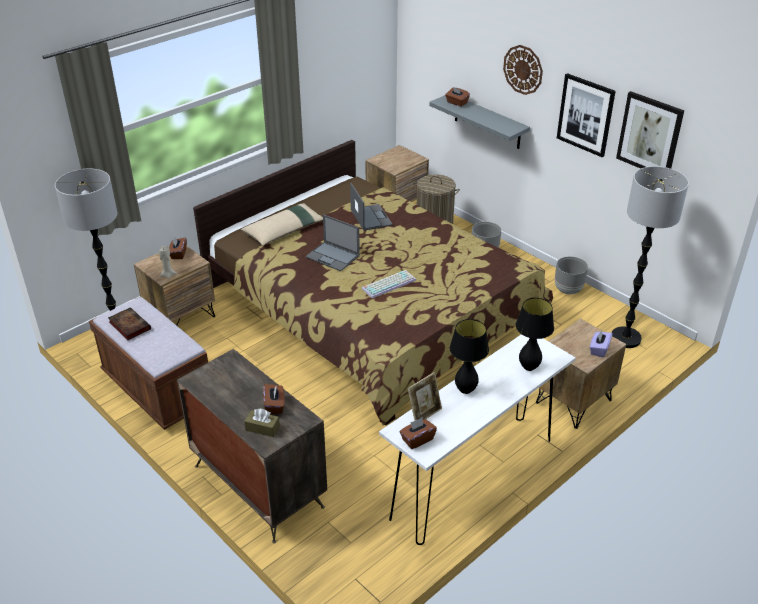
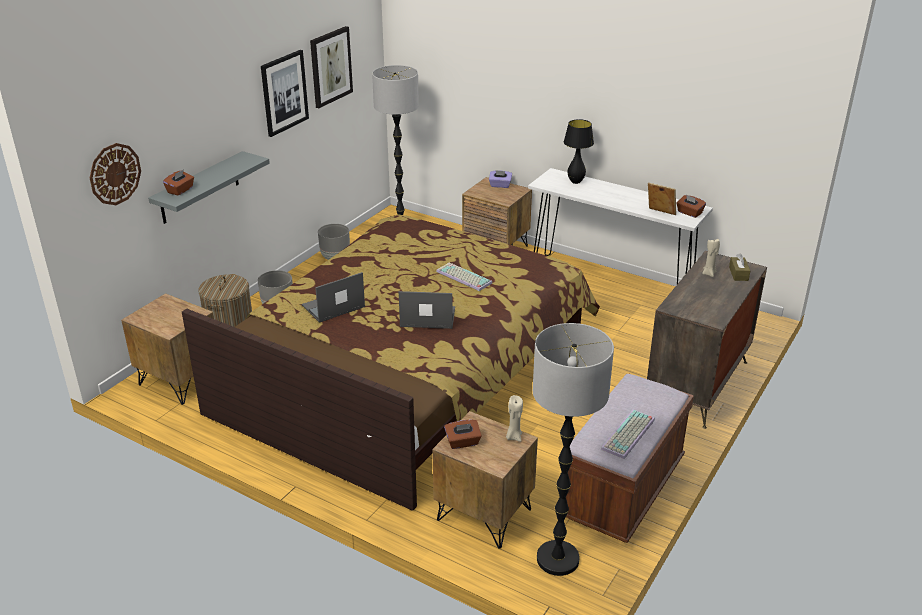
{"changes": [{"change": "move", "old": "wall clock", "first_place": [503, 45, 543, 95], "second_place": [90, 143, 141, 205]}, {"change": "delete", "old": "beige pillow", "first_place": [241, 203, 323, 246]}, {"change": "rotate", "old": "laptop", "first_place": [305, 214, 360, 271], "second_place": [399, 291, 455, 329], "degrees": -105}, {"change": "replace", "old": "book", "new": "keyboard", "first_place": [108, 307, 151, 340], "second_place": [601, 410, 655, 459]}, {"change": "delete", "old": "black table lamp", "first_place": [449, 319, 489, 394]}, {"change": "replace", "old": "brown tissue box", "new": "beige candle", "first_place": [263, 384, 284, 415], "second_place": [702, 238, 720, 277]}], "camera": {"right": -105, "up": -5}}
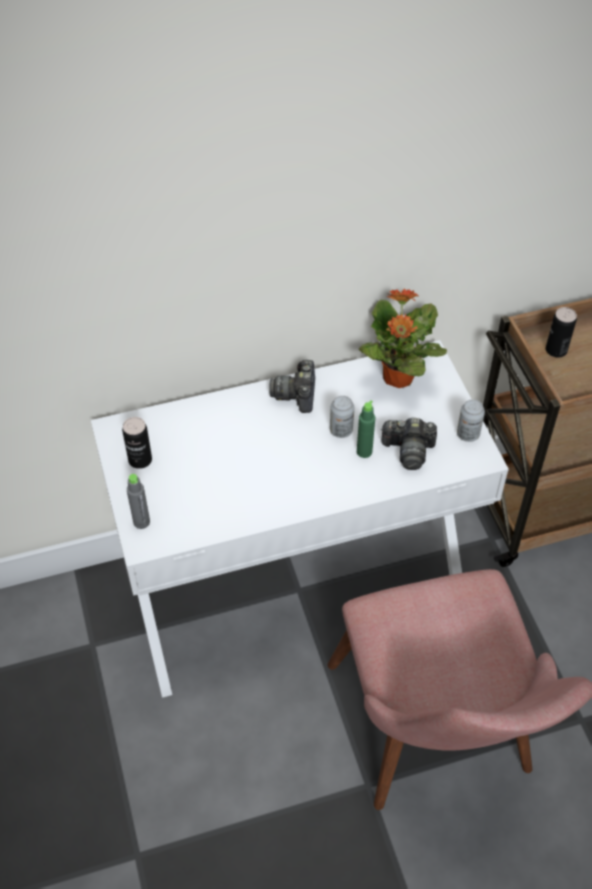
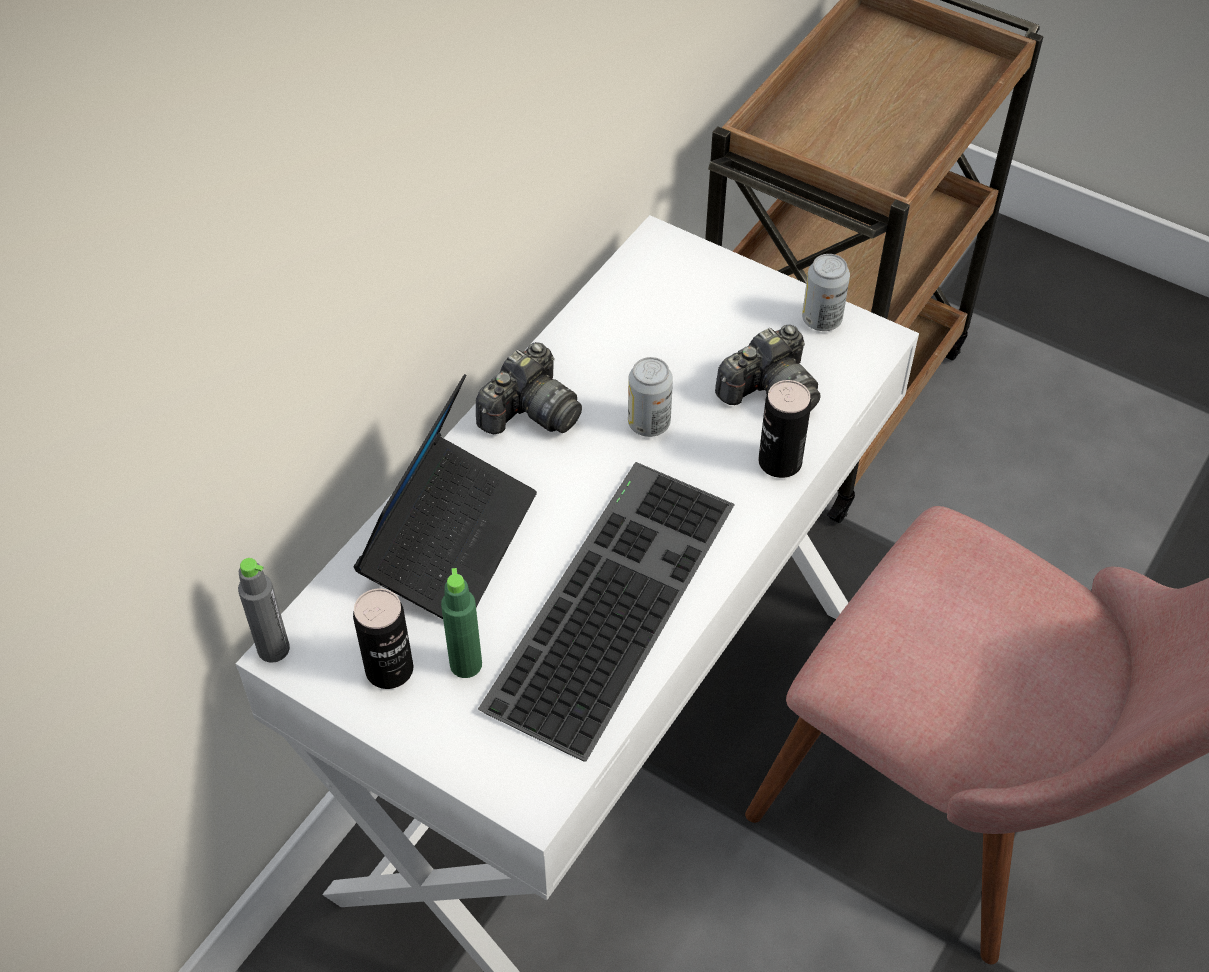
{"changes": [{"change": "delete", "old": "potted plant", "first_place": [359, 288, 447, 388]}, {"change": "move", "old": "can", "first_place": [546, 307, 577, 357], "second_place": [759, 380, 811, 478]}, {"change": "rotate", "old": "photo camera", "first_place": [269, 359, 315, 413], "second_place": [476, 342, 582, 434], "degrees": -105}, {"change": "move", "old": "green bottle", "first_place": [357, 400, 375, 458], "second_place": [441, 568, 482, 678]}, {"change": "move", "old": "grey bottle", "first_place": [127, 474, 150, 529], "second_place": [238, 558, 290, 663]}, {"change": "insert", "new": "laptop", "second_place": [353, 374, 537, 619]}, {"change": "insert", "new": "keyboard", "second_place": [478, 462, 735, 762]}], "camera": {"right": -40, "up": 0}}
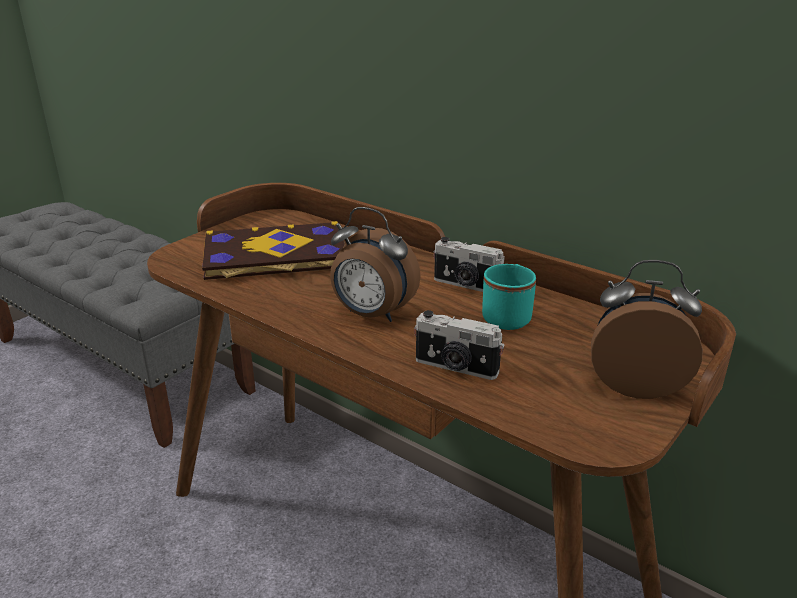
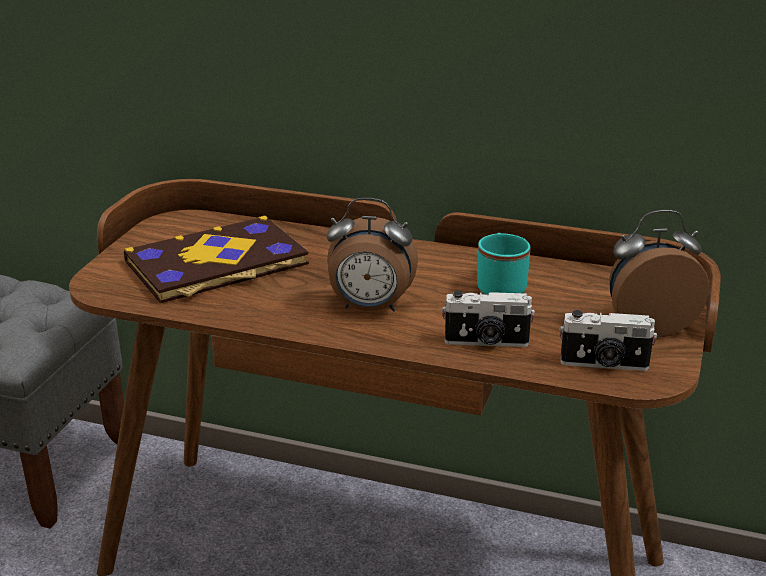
{"changes": [{"change": "move", "old": "photo camera", "first_place": [434, 237, 505, 292], "second_place": [560, 310, 657, 371]}], "camera": {"right": -20, "up": 0}}
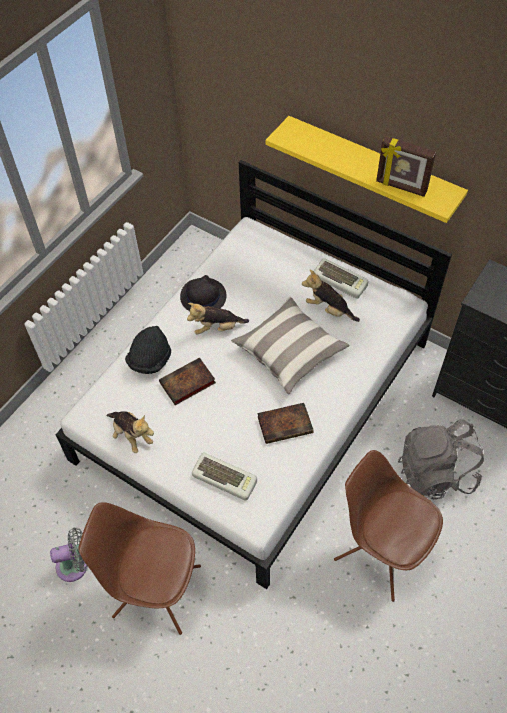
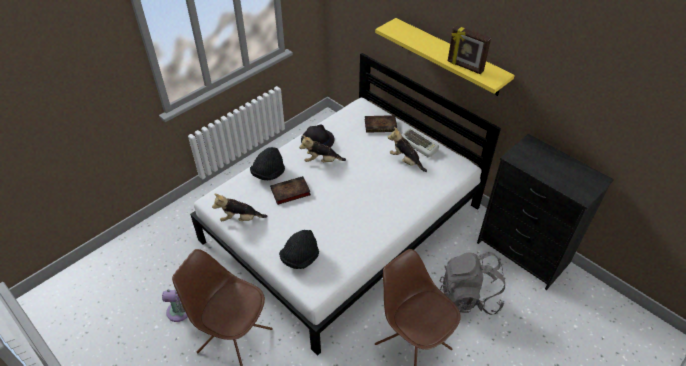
{"changes": [{"change": "delete", "old": "pillow", "first_place": [231, 297, 350, 394]}, {"change": "move", "old": "book", "first_place": [257, 403, 314, 444], "second_place": [365, 115, 398, 133]}, {"change": "rotate", "old": "plush toy", "first_place": [106, 411, 154, 453], "second_place": [212, 194, 267, 221], "degrees": 120}, {"change": "replace", "old": "keyboard", "new": "black hat", "first_place": [192, 453, 257, 500], "second_place": [279, 230, 319, 269]}], "camera": {"right": 10, "up": -10}}
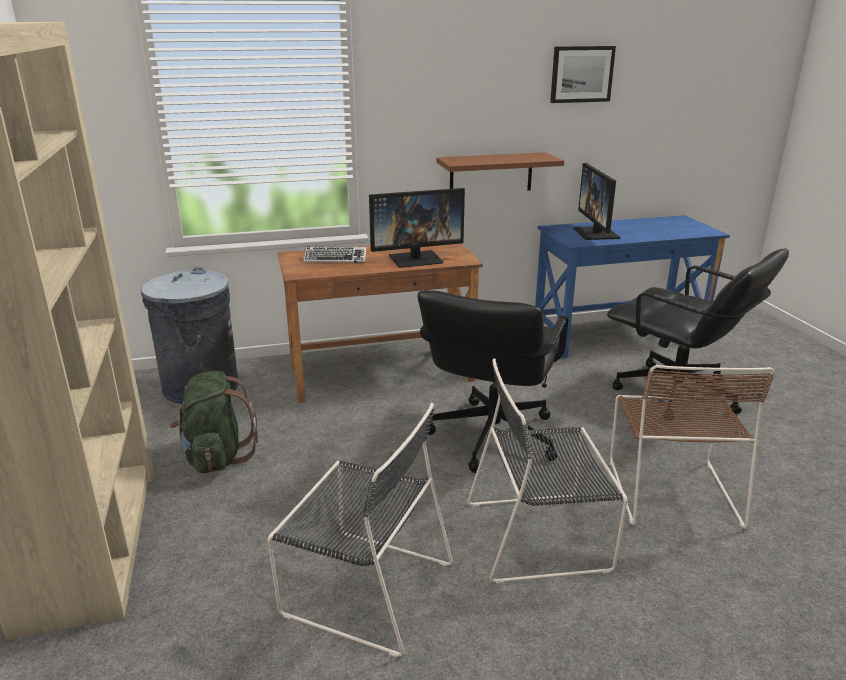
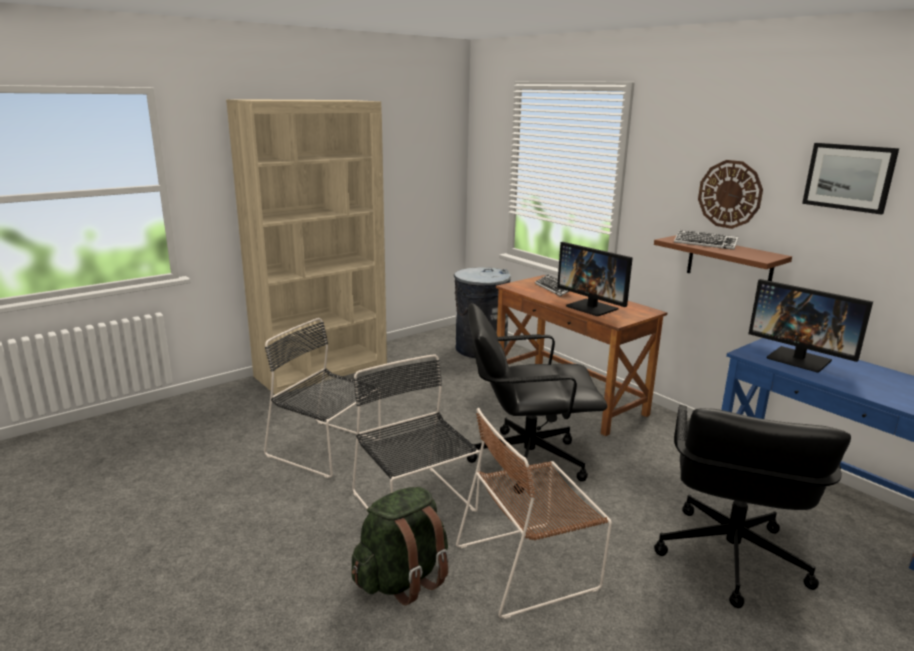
{"changes": [{"change": "rotate", "old": "monitor", "first_place": [573, 163, 620, 240], "second_place": [748, 279, 873, 372], "degrees": -105}, {"change": "move", "old": "green backpack", "first_place": [170, 371, 258, 474], "second_place": [352, 487, 449, 605]}, {"change": "rotate", "old": "black chair", "first_place": [268, 403, 453, 657], "second_place": [264, 318, 381, 478], "degrees": 120}, {"change": "insert", "new": "wall clock", "second_place": [698, 160, 763, 229]}, {"change": "insert", "new": "keyboard", "second_place": [674, 230, 739, 250]}], "camera": {"right": 65, "up": -5}}
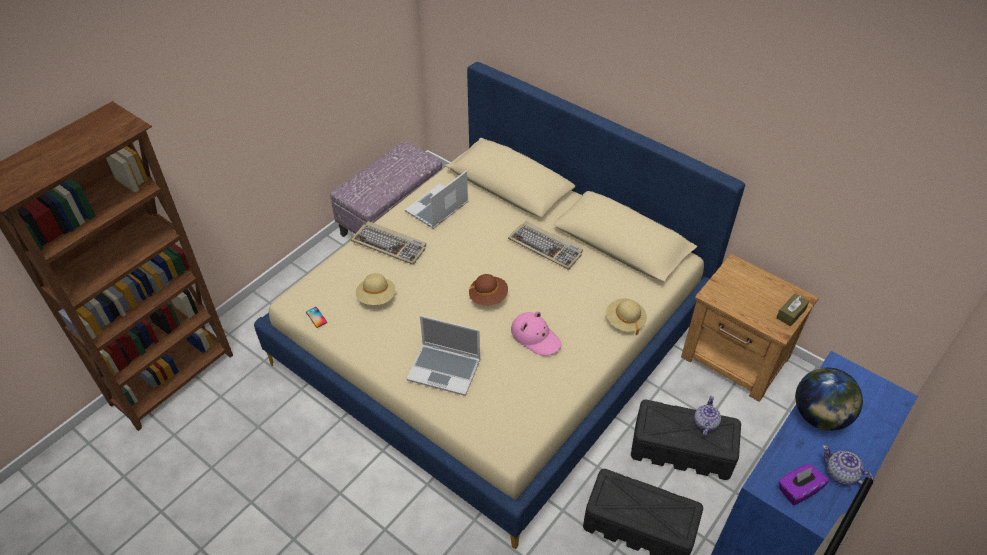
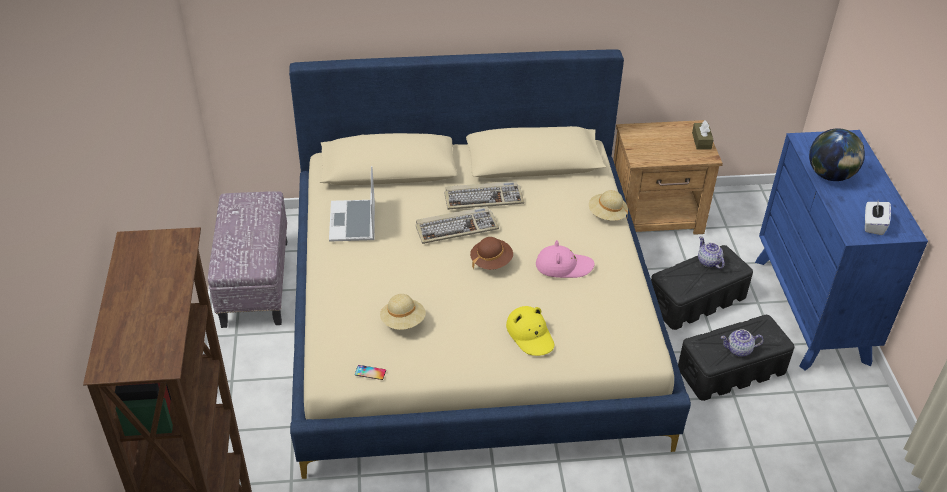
{"changes": [{"change": "move", "old": "keyboard", "first_place": [351, 221, 426, 265], "second_place": [415, 207, 499, 244]}, {"change": "replace", "old": "laptop", "new": "yellow hat", "first_place": [407, 315, 480, 396], "second_place": [506, 306, 554, 356]}, {"change": "move", "old": "teapot", "first_place": [822, 445, 874, 486], "second_place": [721, 329, 764, 357]}, {"change": "recolor", "old": "purple tissue box", "new": "white tissue box", "first_place": [778, 464, 829, 505], "second_place": [865, 202, 891, 235]}], "camera": {"right": -45, "up": -5}}
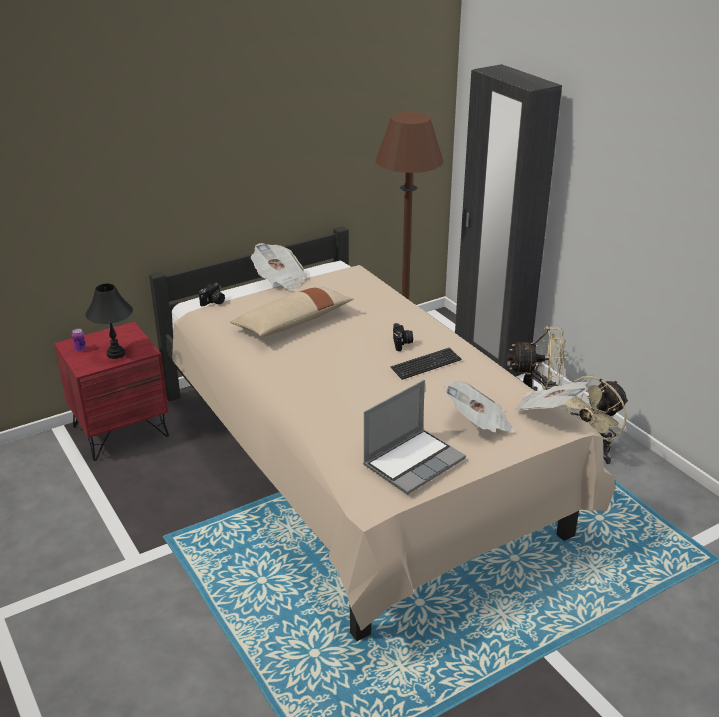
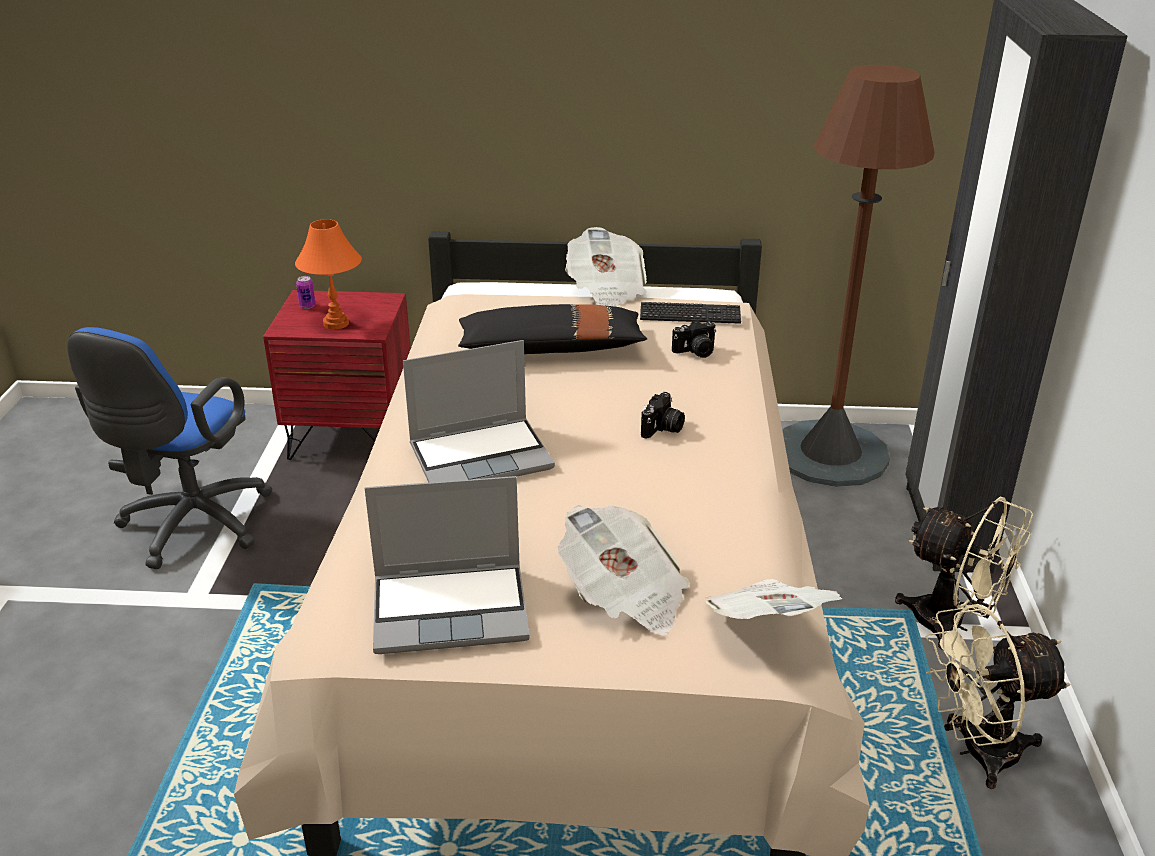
{"changes": [{"change": "recolor", "old": "black table lamp", "new": "orange table lamp", "first_place": [85, 283, 133, 359], "second_place": [295, 219, 362, 330]}, {"change": "move", "old": "photo camera", "first_place": [199, 283, 225, 307], "second_place": [672, 319, 716, 358]}, {"change": "recolor", "old": "beige pillow", "new": "black pillow", "first_place": [230, 286, 354, 336], "second_place": [458, 304, 648, 354]}, {"change": "move", "old": "keyboard", "first_place": [391, 348, 462, 380], "second_place": [640, 302, 741, 324]}, {"change": "insert", "new": "blue office chair", "second_place": [67, 327, 273, 569]}, {"change": "insert", "new": "laptop", "second_place": [403, 340, 555, 483]}], "camera": {"right": 35, "up": 0}}
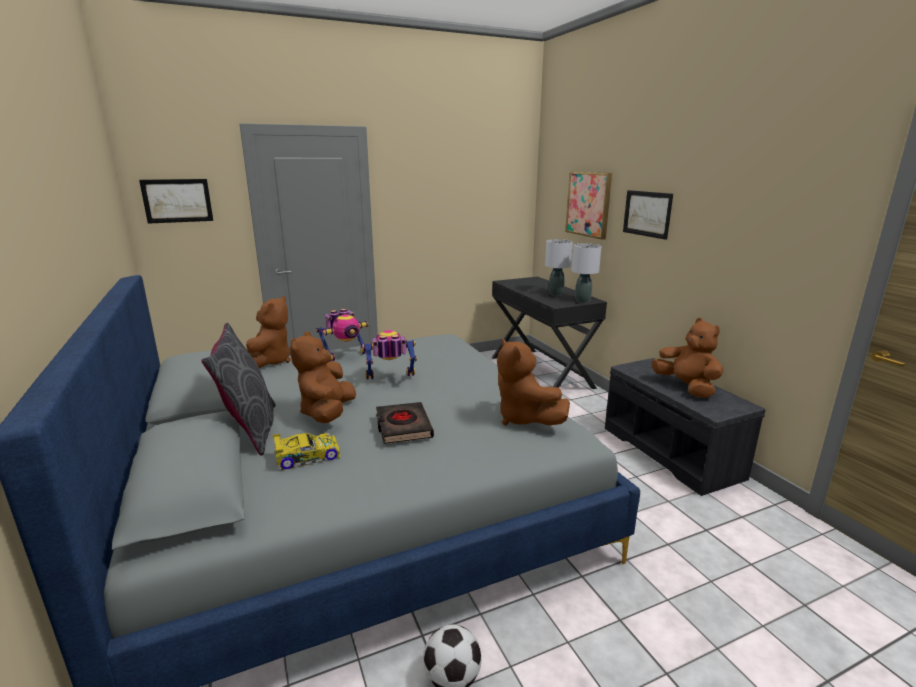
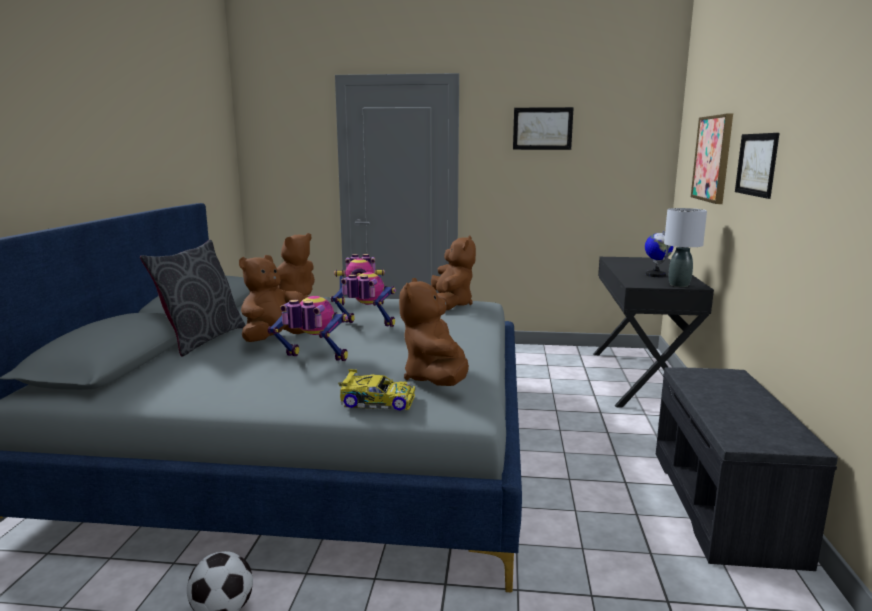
{"changes": [{"change": "move", "old": "picture", "first_place": [139, 179, 213, 224], "second_place": [513, 107, 574, 150]}, {"change": "replace", "old": "grey table lamp", "new": "globe", "first_place": [545, 239, 573, 296], "second_place": [645, 230, 673, 277]}, {"change": "move", "old": "brown plush toy", "first_place": [651, 318, 723, 398], "second_place": [431, 235, 476, 310]}, {"change": "replace", "old": "black book", "new": "toy robot", "first_place": [376, 402, 434, 444], "second_place": [268, 296, 348, 361]}, {"change": "move", "old": "toy car", "first_place": [272, 433, 340, 470], "second_place": [338, 369, 415, 410]}], "camera": {"right": 30, "up": -5}}
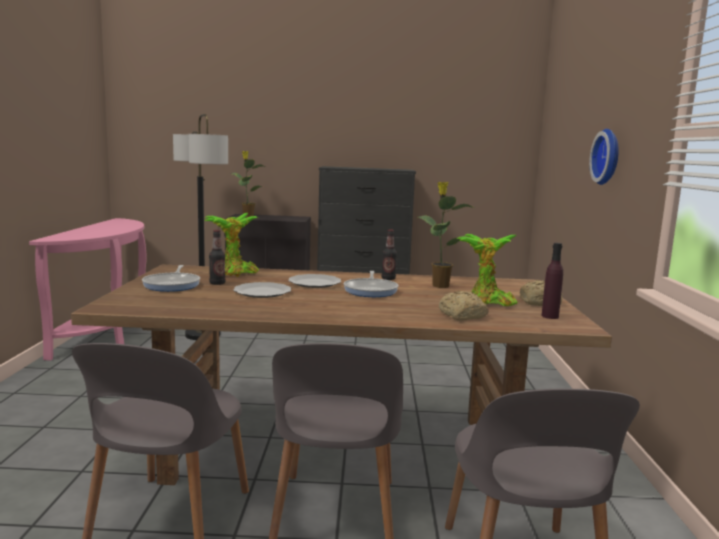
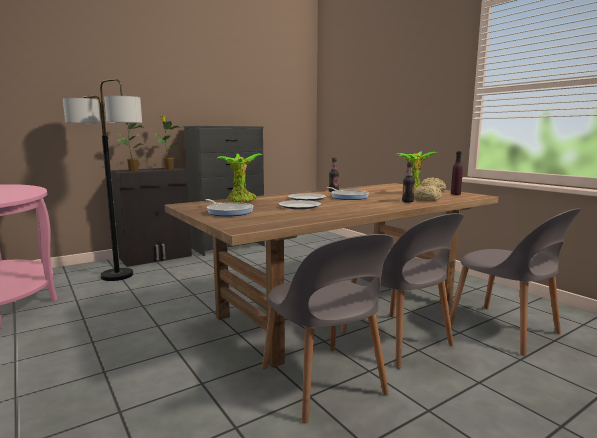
{"changes": [{"change": "delete", "old": "wall clock", "first_place": [589, 129, 619, 185]}, {"change": "move", "old": "potted plant", "first_place": [418, 182, 474, 288], "second_place": [153, 115, 181, 170]}, {"change": "move", "old": "bottle", "first_place": [209, 230, 226, 285], "second_place": [402, 162, 415, 203]}], "camera": {"right": -35, "up": 0}}
